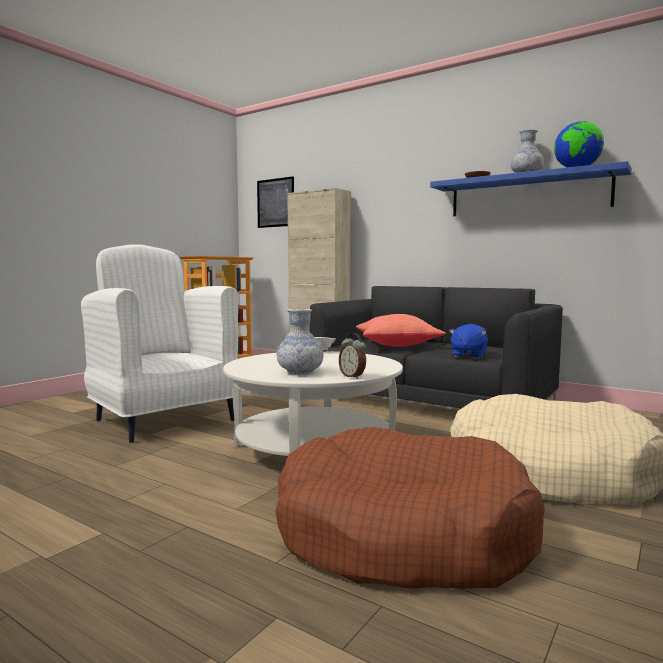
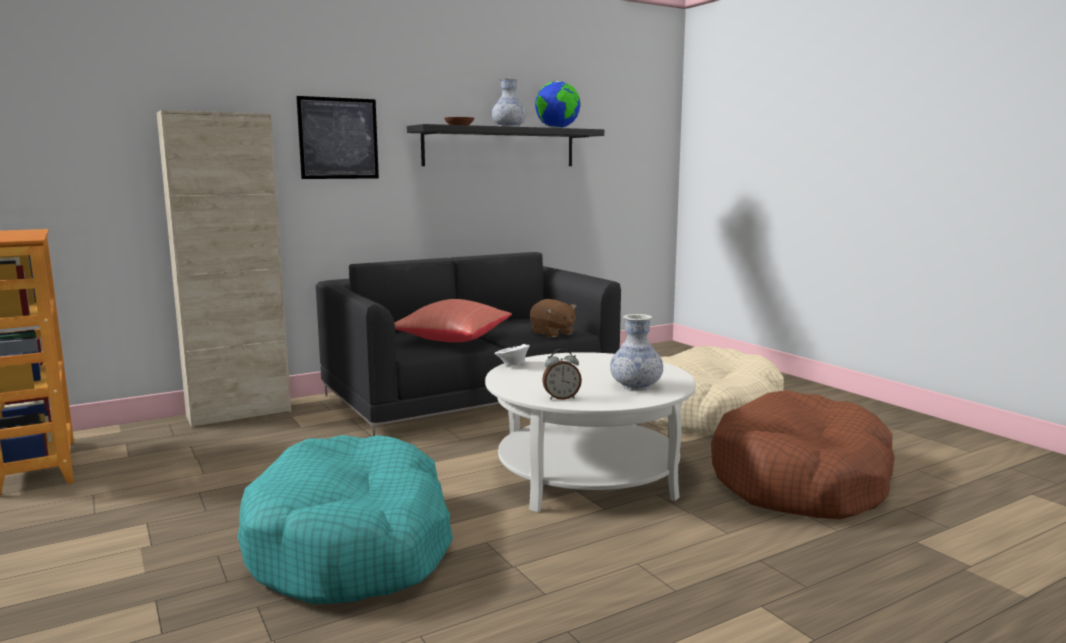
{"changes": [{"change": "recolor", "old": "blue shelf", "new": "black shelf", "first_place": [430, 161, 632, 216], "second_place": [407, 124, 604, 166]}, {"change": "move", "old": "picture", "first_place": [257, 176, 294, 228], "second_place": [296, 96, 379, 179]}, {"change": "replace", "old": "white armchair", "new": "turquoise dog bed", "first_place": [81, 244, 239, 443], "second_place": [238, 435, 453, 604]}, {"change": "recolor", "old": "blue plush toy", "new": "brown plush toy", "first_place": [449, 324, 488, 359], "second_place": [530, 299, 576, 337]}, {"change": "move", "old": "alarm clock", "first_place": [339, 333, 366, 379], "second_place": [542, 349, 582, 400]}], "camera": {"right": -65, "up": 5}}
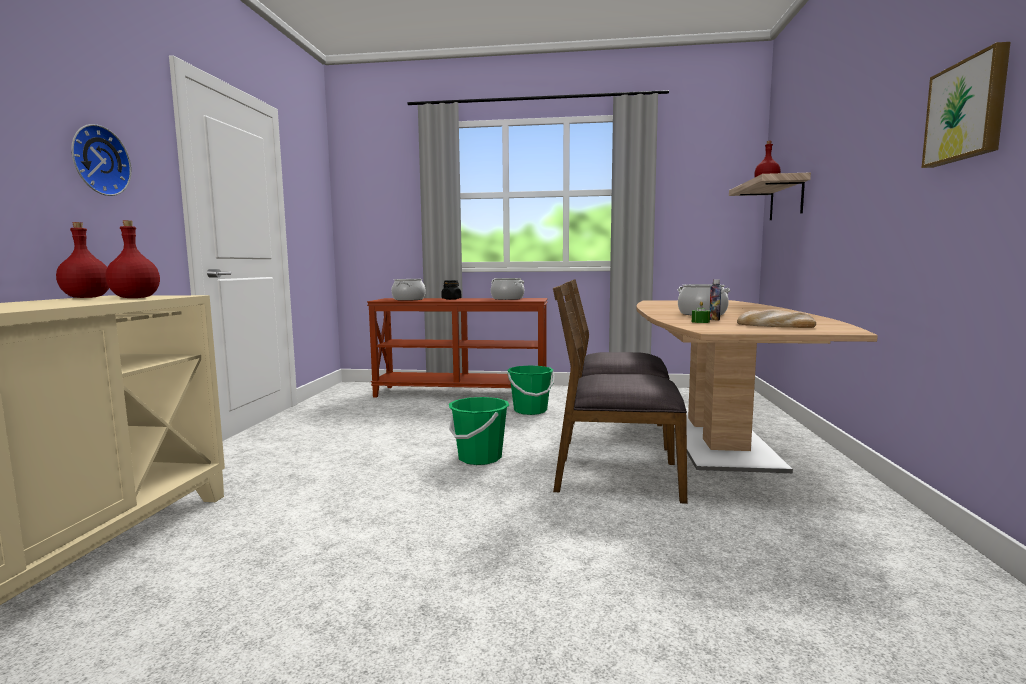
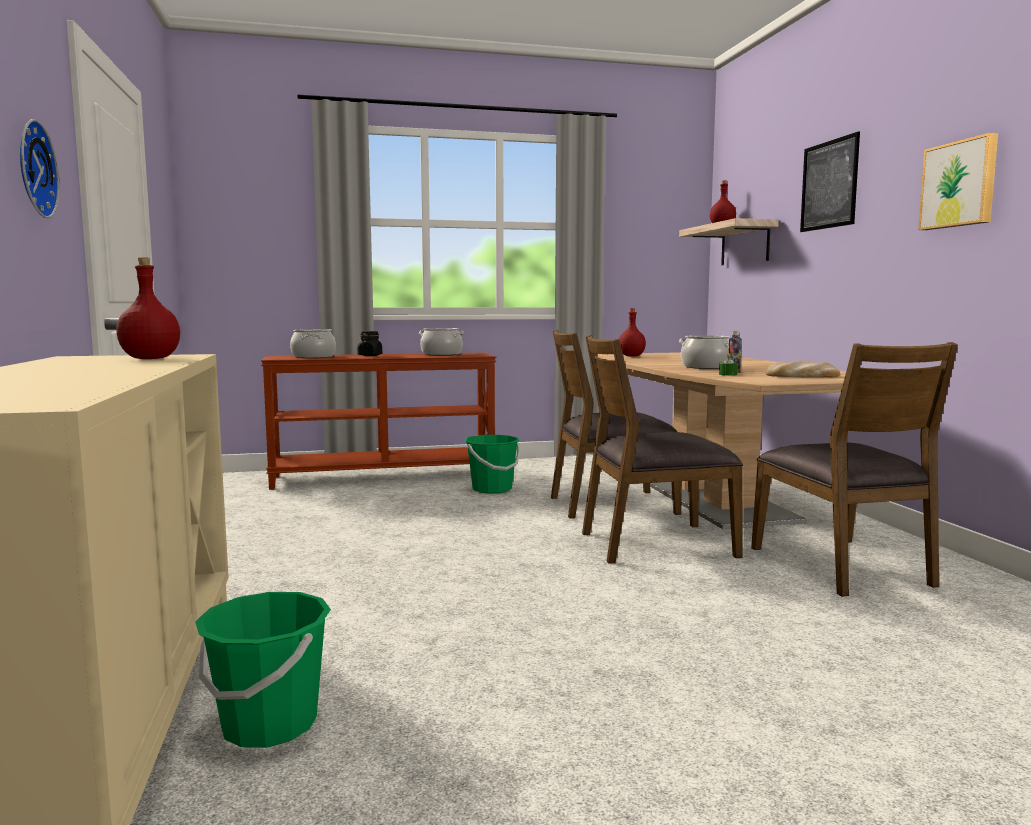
{"changes": [{"change": "move", "old": "red bottle", "first_place": [56, 222, 109, 298], "second_place": [619, 308, 646, 356]}, {"change": "move", "old": "green bucket", "first_place": [449, 397, 509, 465], "second_place": [195, 592, 331, 748]}, {"change": "insert", "new": "picture", "second_place": [800, 132, 860, 232]}, {"change": "insert", "new": "brown chair", "second_place": [751, 342, 958, 597]}], "camera": {"right": -20, "up": 0}}
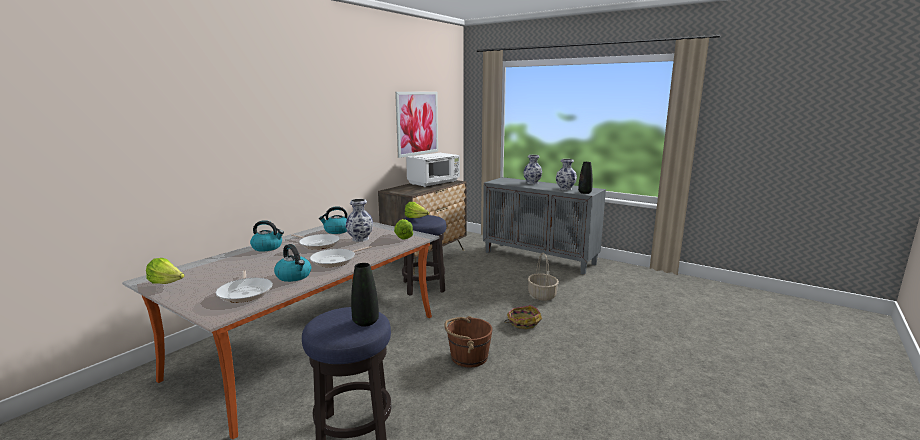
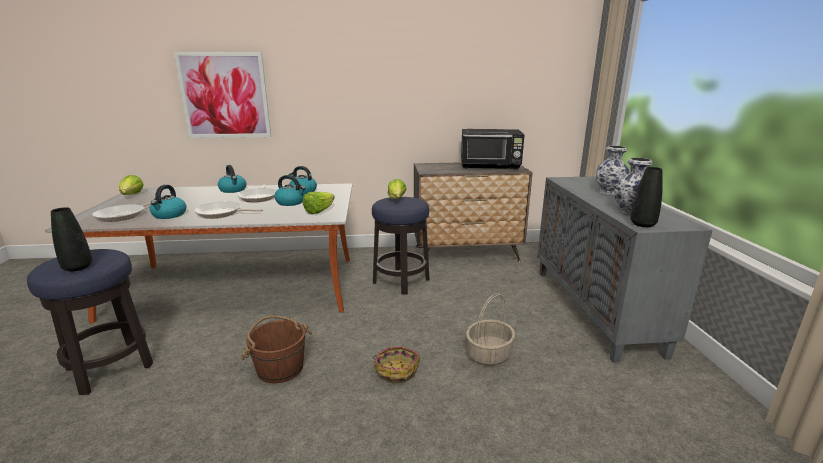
{"changes": [{"change": "move", "old": "picture", "first_place": [395, 92, 438, 158], "second_place": [174, 52, 271, 138]}, {"change": "recolor", "old": "white microwave", "new": "black microwave", "first_place": [406, 153, 460, 187], "second_place": [461, 129, 524, 170]}, {"change": "replace", "old": "vase", "new": "kettle", "first_place": [346, 199, 373, 242], "second_place": [274, 175, 306, 206]}], "camera": {"right": 50, "up": 5}}
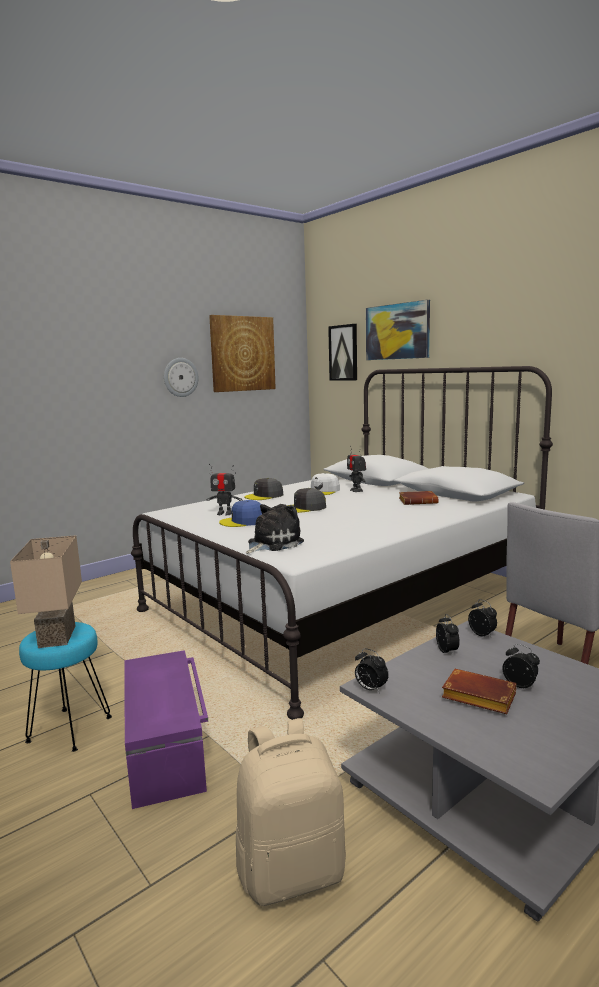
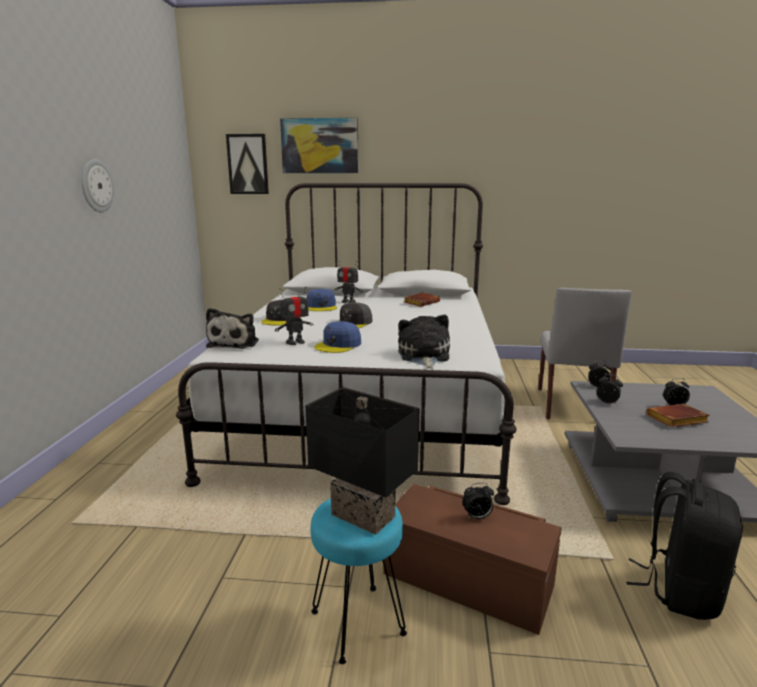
{"changes": [{"change": "delete", "old": "picture", "first_place": [209, 315, 276, 392]}, {"change": "recolor", "old": "white cap", "new": "blue cap", "first_place": [311, 473, 340, 495], "second_place": [306, 289, 337, 311]}, {"change": "recolor", "old": "beige table lamp", "new": "black table lamp", "first_place": [10, 535, 82, 648], "second_place": [305, 387, 419, 535]}, {"change": "move", "old": "alarm clock", "first_place": [355, 648, 389, 693], "second_place": [462, 483, 494, 519]}, {"change": "recolor", "old": "purple storage box", "new": "brown storage box", "first_place": [124, 650, 208, 809], "second_place": [383, 484, 562, 635]}, {"change": "recolor", "old": "beige backpack", "new": "black backpack", "first_place": [236, 718, 346, 906], "second_place": [626, 472, 743, 620]}, {"change": "insert", "new": "plush toy", "second_place": [206, 308, 259, 349]}], "camera": {"right": -45, "up": 5}}
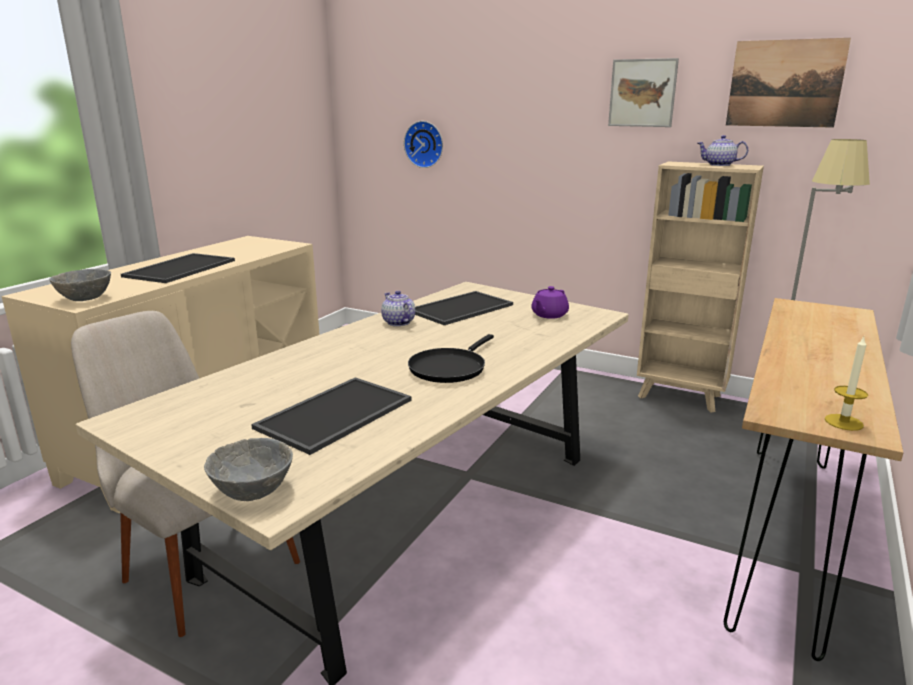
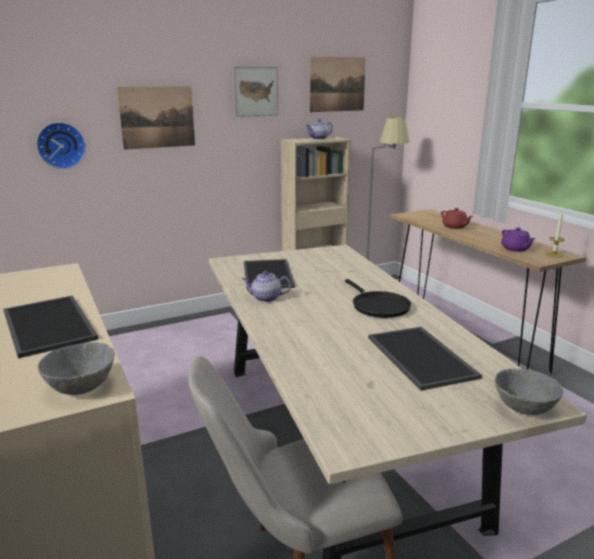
{"changes": [{"change": "move", "old": "purple teapot", "first_place": [531, 286, 569, 319], "second_place": [501, 227, 536, 252]}, {"change": "insert", "new": "picture", "second_place": [117, 86, 195, 150]}, {"change": "insert", "new": "red teapot", "second_place": [441, 208, 473, 229]}], "camera": {"right": -55, "up": 0}}
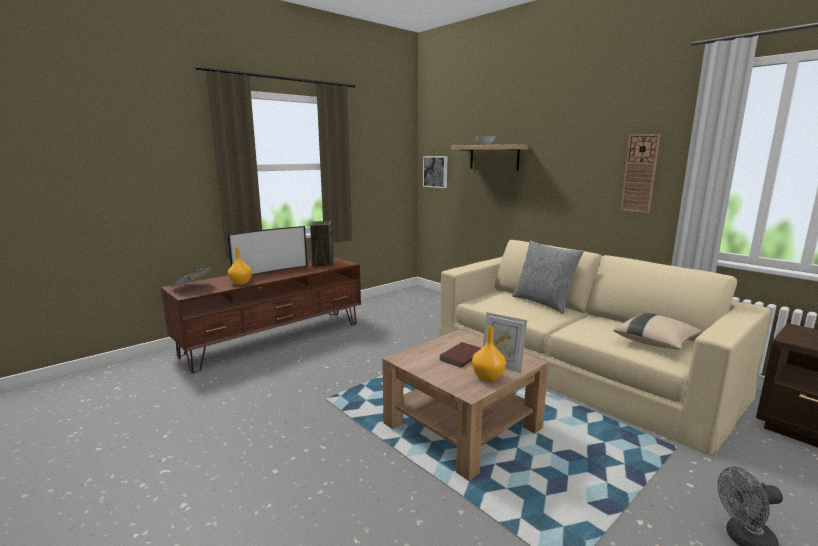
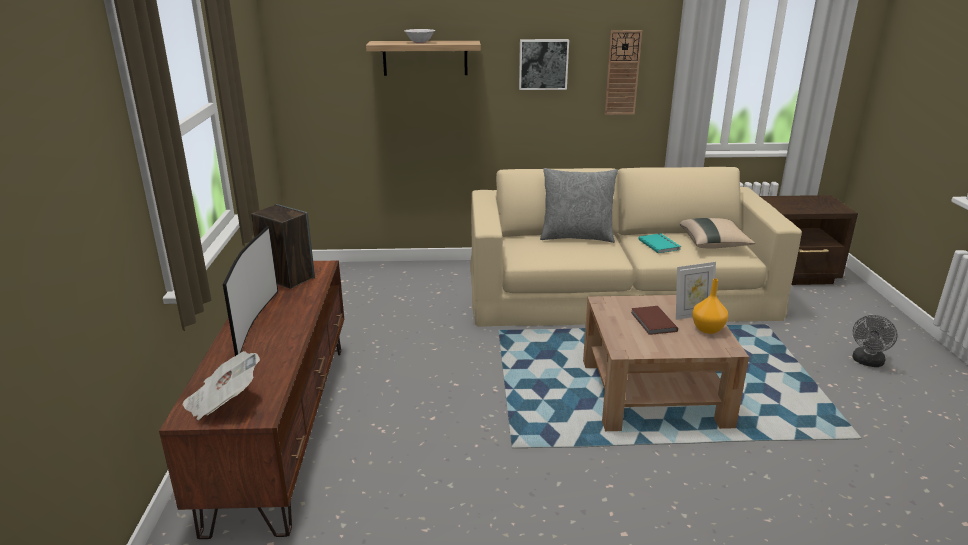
{"changes": [{"change": "move", "old": "picture", "first_place": [423, 156, 447, 188], "second_place": [519, 39, 569, 90]}, {"change": "delete", "old": "orange vase", "first_place": [228, 247, 252, 285]}, {"change": "insert", "new": "turquoise book", "second_place": [639, 233, 681, 253]}], "camera": {"right": -50, "up": 10}}
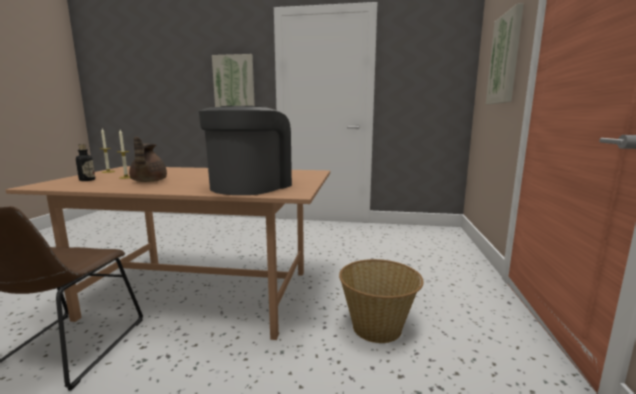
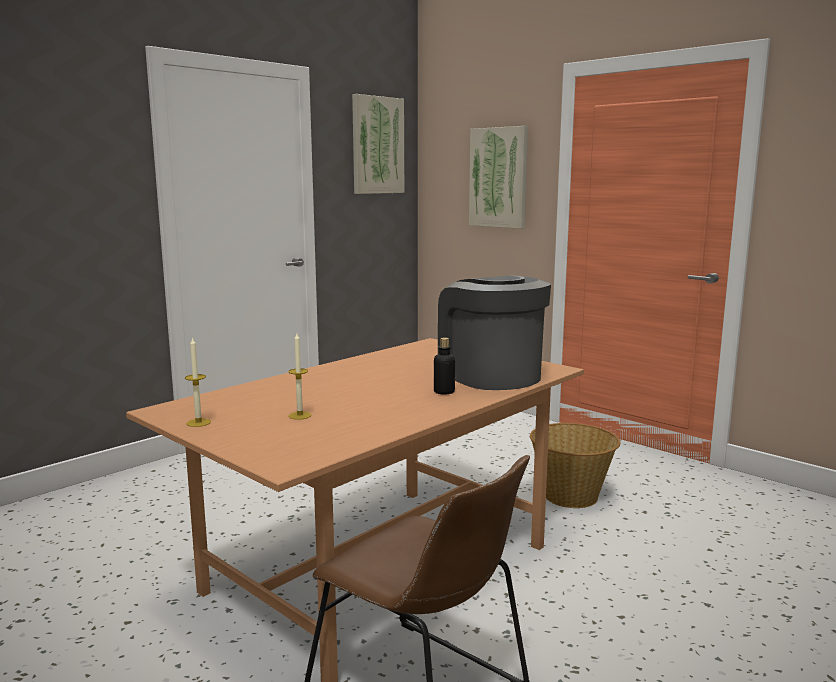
{"changes": [{"change": "move", "old": "picture", "first_place": [212, 54, 255, 107], "second_place": [352, 94, 404, 194]}, {"change": "delete", "old": "brown teapot", "first_place": [129, 137, 167, 182]}, {"change": "move", "old": "bottle", "first_place": [76, 144, 95, 181], "second_place": [434, 338, 455, 395]}], "camera": {"right": -55, "up": 0}}
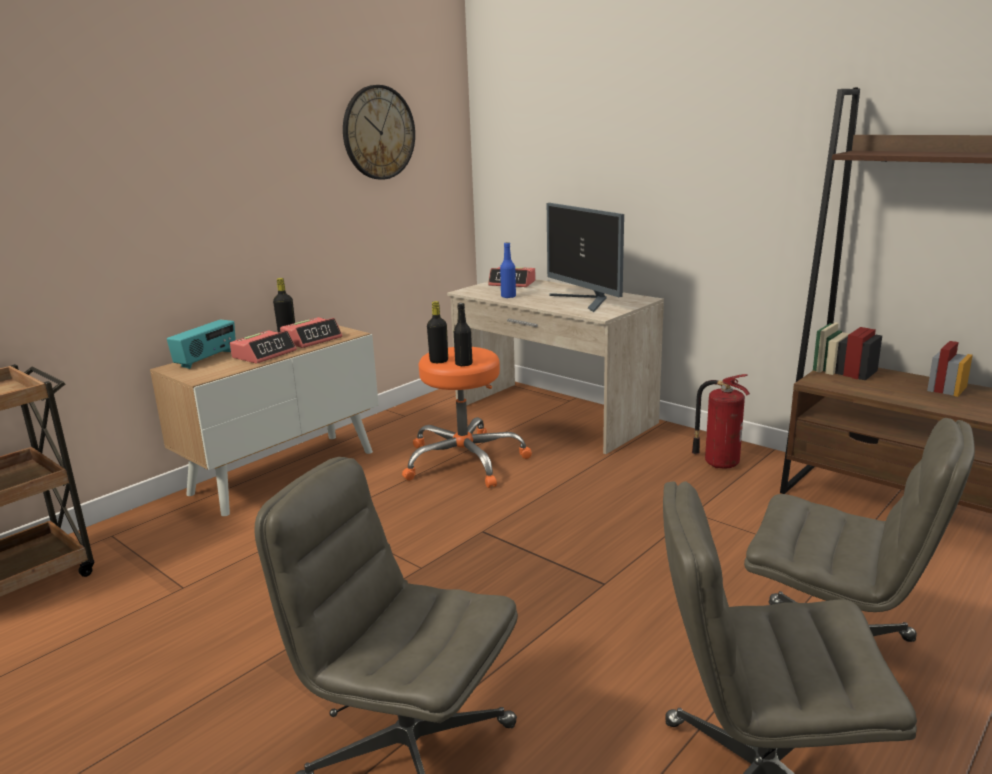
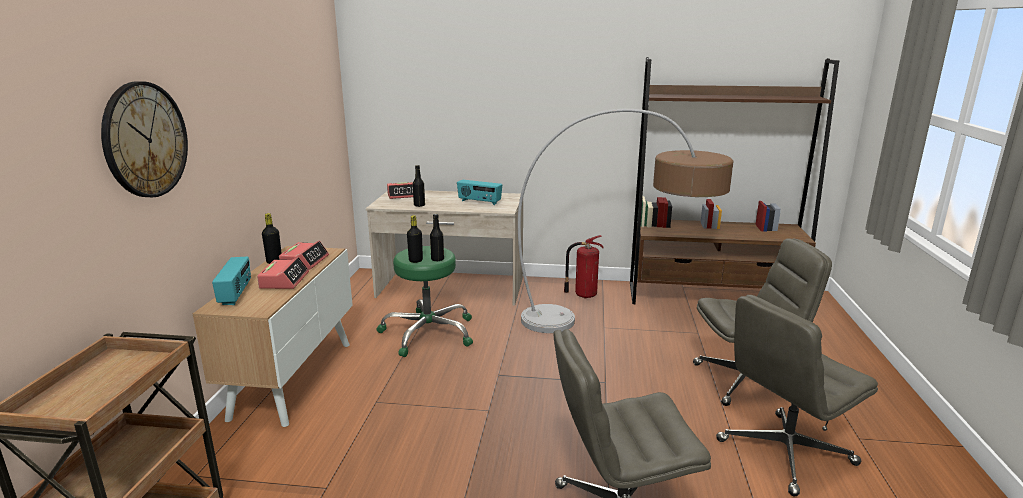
{"changes": [{"change": "move", "old": "wall clock", "first_place": [343, 85, 415, 180], "second_place": [101, 81, 188, 197]}, {"change": "replace", "old": "monitor", "new": "radio", "first_place": [547, 203, 624, 313], "second_place": [457, 180, 502, 205]}, {"change": "recolor", "old": "blue bottle", "new": "black bottle", "first_place": [500, 242, 516, 298], "second_place": [413, 165, 425, 207]}, {"change": "recolor", "old": "orange stool", "new": "green stool", "first_place": [402, 347, 532, 488], "second_place": [377, 246, 473, 357]}, {"change": "insert", "new": "floor lamp", "second_place": [518, 109, 733, 333]}], "camera": {"right": -35, "up": 0}}
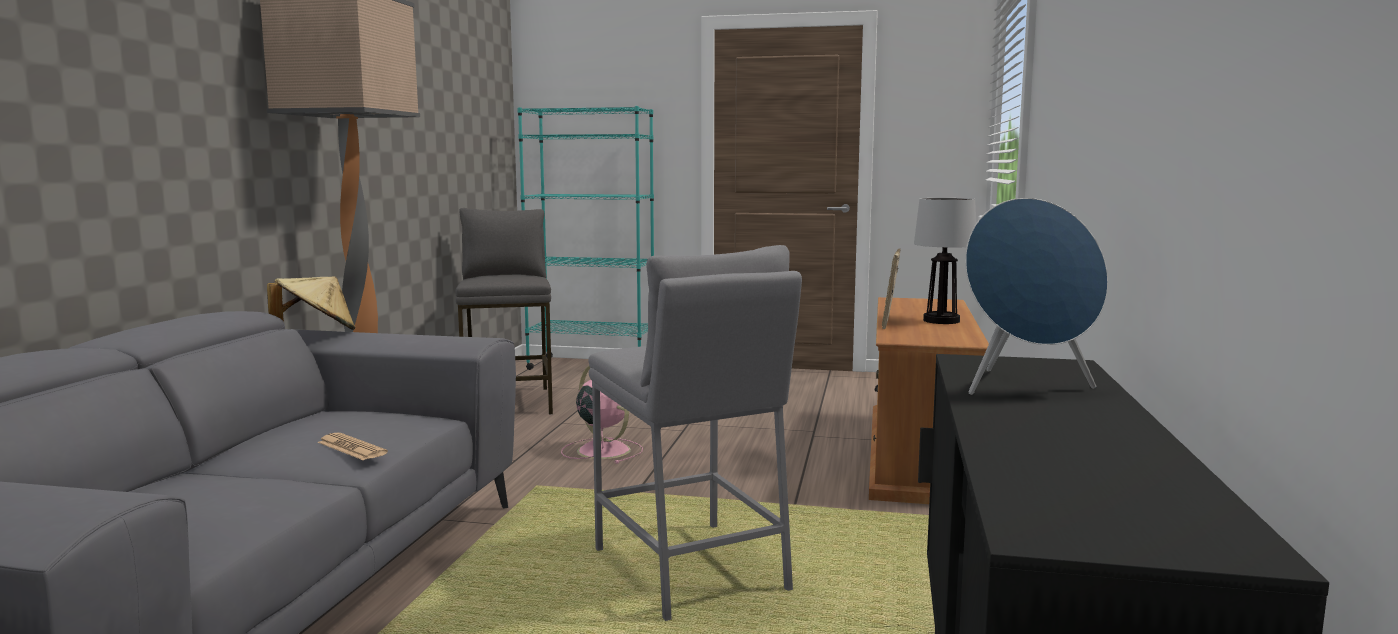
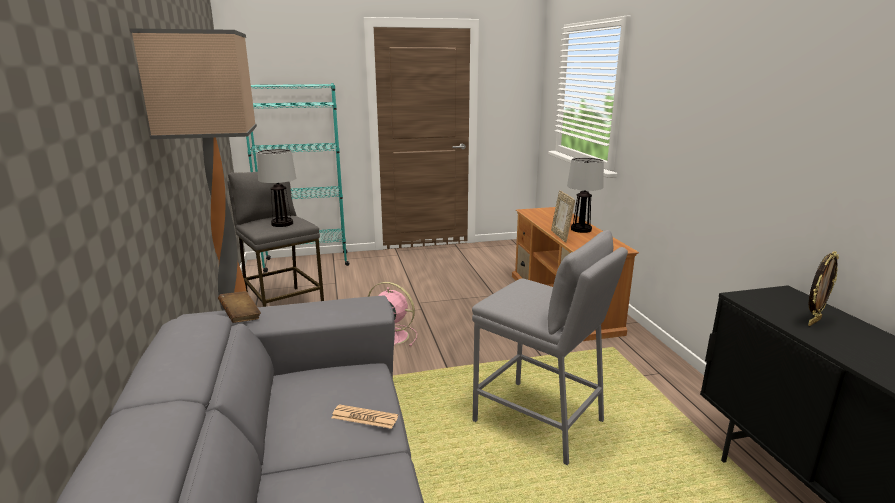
{"changes": [{"change": "replace", "old": "blue speaker", "new": "picture frame", "first_place": [965, 198, 1108, 395], "second_place": [808, 251, 839, 326]}, {"change": "replace", "old": "beige hat", "new": "brown book", "first_place": [267, 276, 355, 330], "second_place": [218, 291, 261, 323]}, {"change": "insert", "new": "table lamp", "second_place": [257, 149, 296, 227]}], "camera": {"right": -25, "up": 10}}
